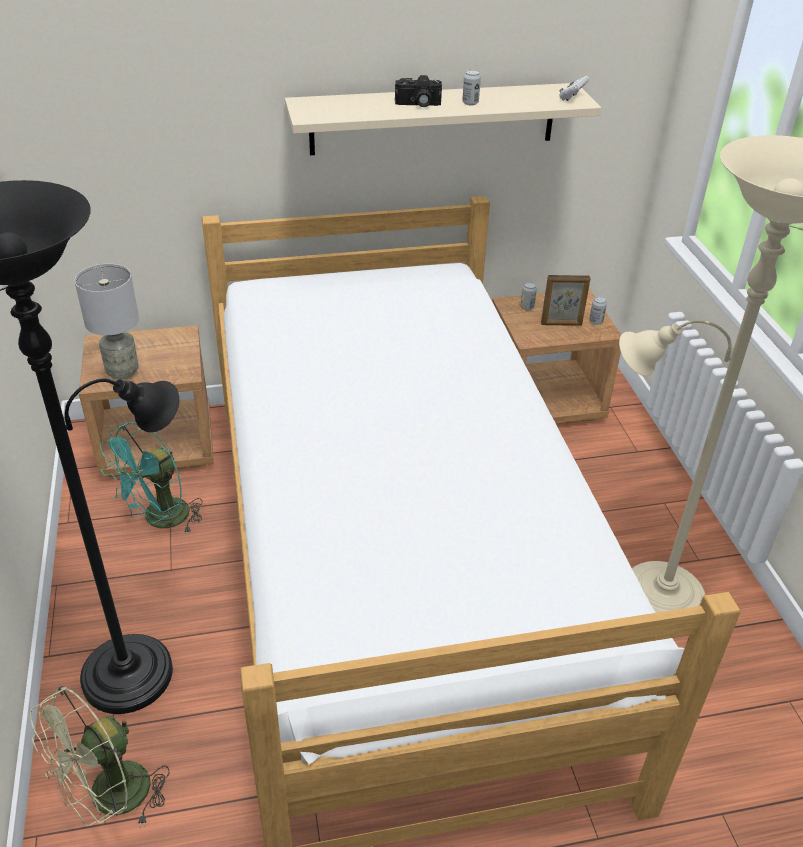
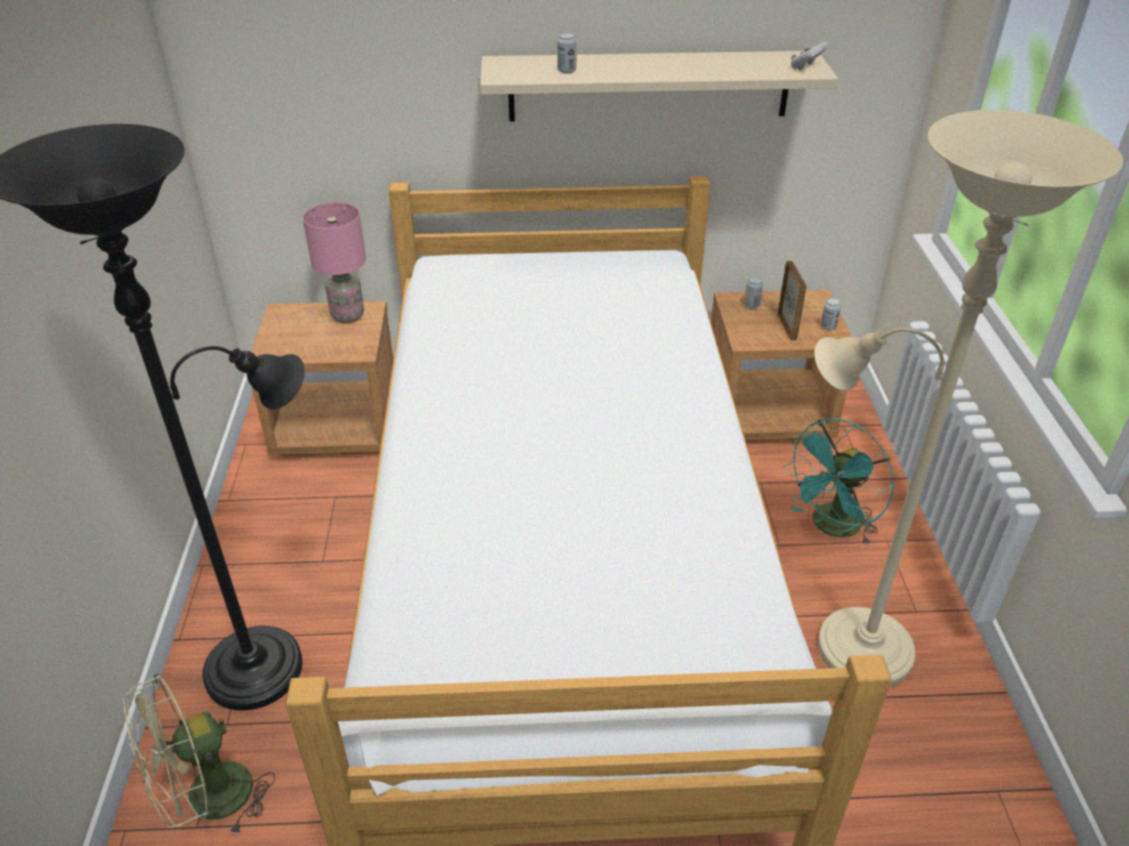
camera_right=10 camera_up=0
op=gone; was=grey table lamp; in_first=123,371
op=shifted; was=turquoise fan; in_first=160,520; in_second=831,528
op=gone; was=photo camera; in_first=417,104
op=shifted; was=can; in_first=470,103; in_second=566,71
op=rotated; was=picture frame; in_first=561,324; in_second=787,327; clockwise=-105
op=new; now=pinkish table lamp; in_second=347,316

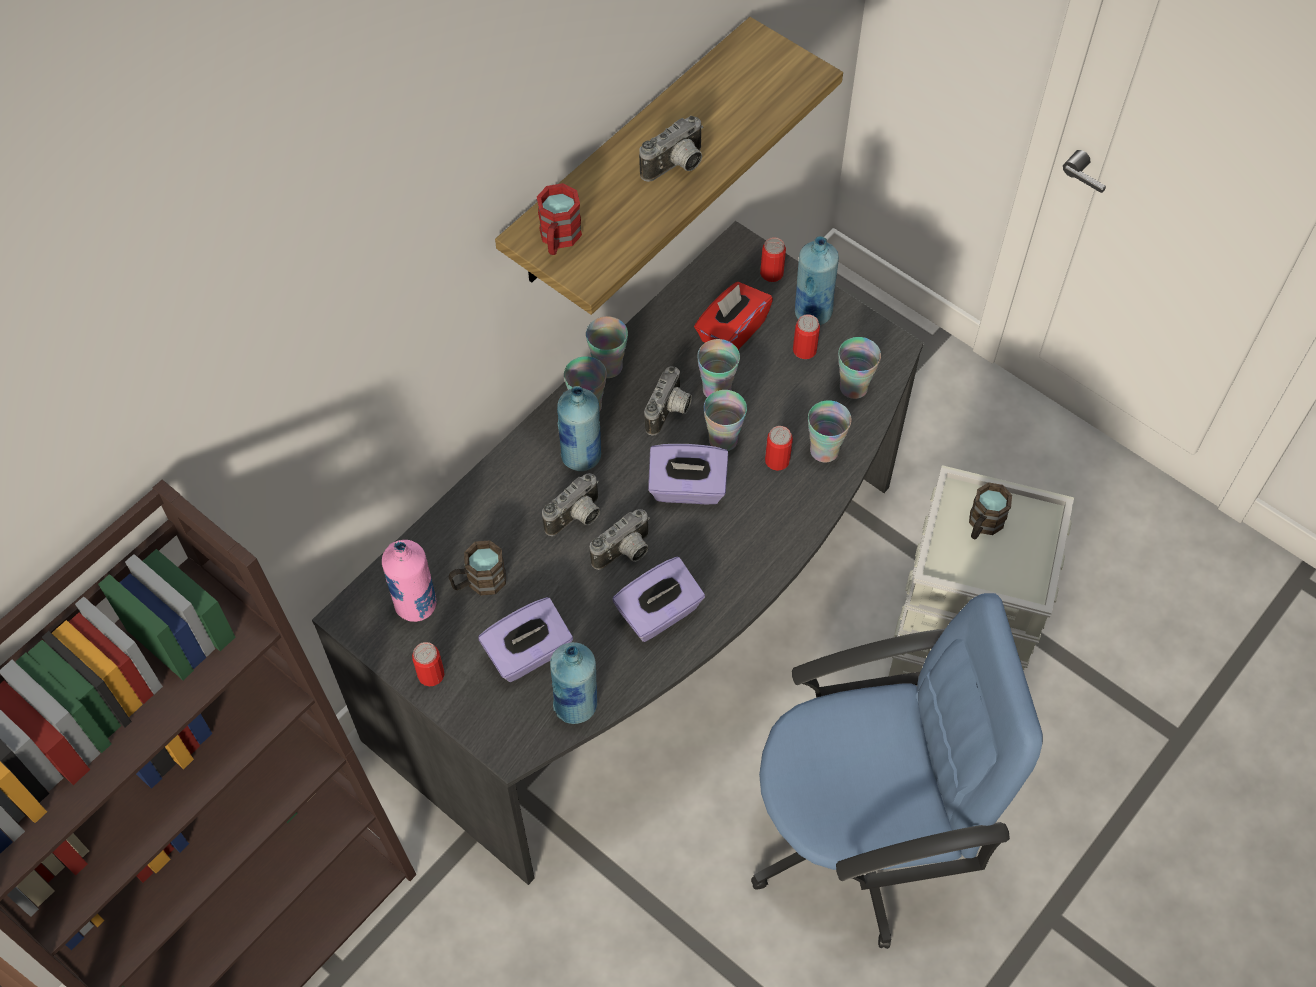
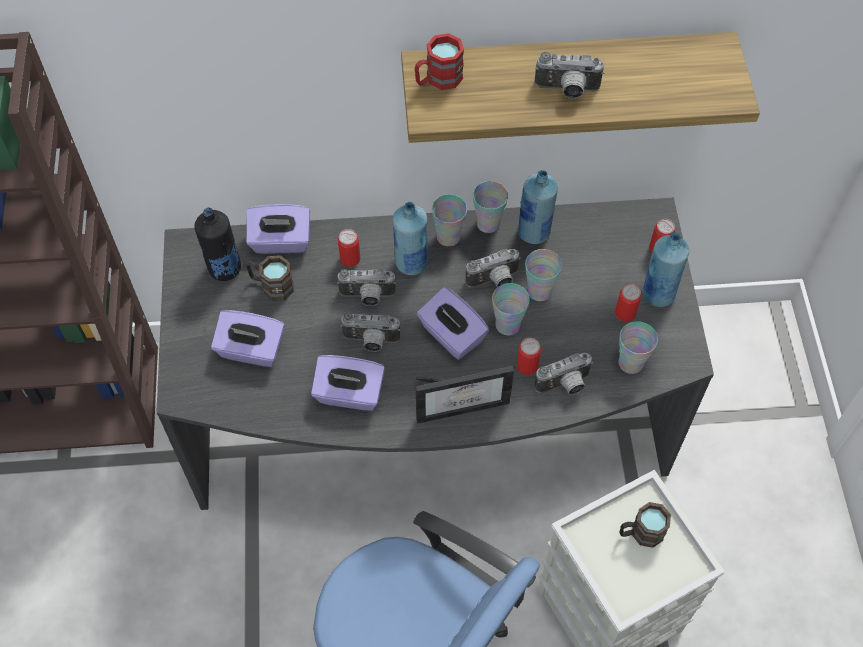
camera_right=45 camera_up=0
op=repainted; was=pinkish bottle; now=black bottle; in_first=416,605; in_second=224,269
op=shifted; was=can; in_first=431,674; in_second=350,259
op=shifted; was=blue-coloured bottle; in_first=576,705; in_second=534,233
op=gone; was=reddish box of tissues; in_first=731,331
op=swapped; was=cup; now=photo camera; in_first=824,450; in_second=564,386
op=new; now=purple-coloured box of tissues; in_second=281,242
op=new; now=picture frame; in_second=462,402

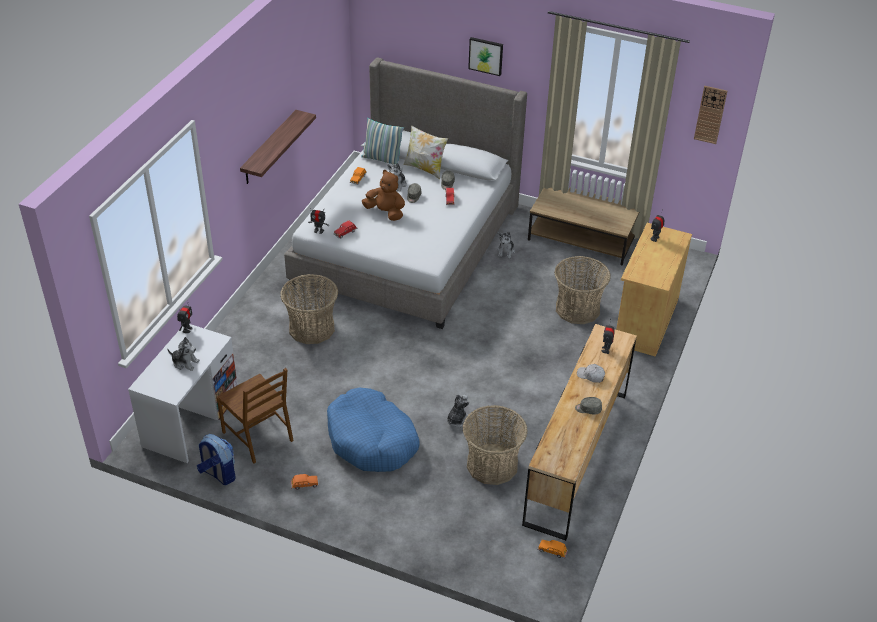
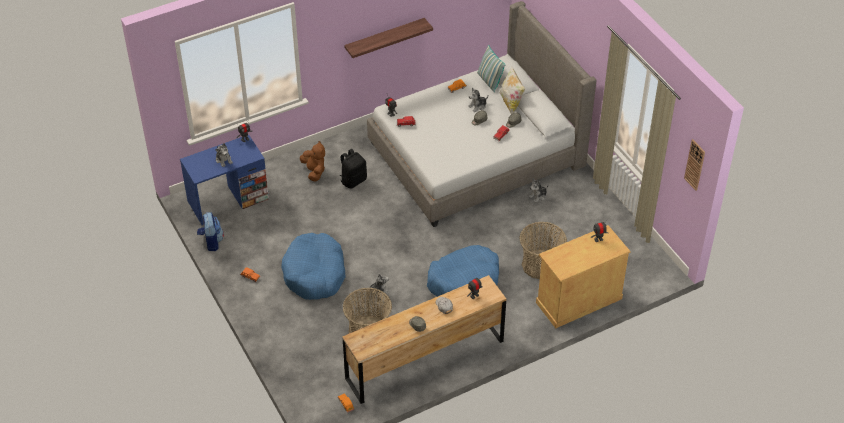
camera_right=40 camera_up=5
op=repainted; was=white-coloured desk table; now=blue-coloured desk table; in_first=191,420; in_second=228,200
op=gone; was=brownish chair; in_first=259,436
op=swapped; was=household basket; now=black backpack; in_first=311,328; in_second=353,180
op=shifted; was=brownish soft toy; in_first=385,212; in_second=314,171
op=gone; was=wall picture; in_first=486,55
op=gone; was=brownish low table; in_first=581,237
op=new; now=blue-coloured pet bed; in_second=464,280

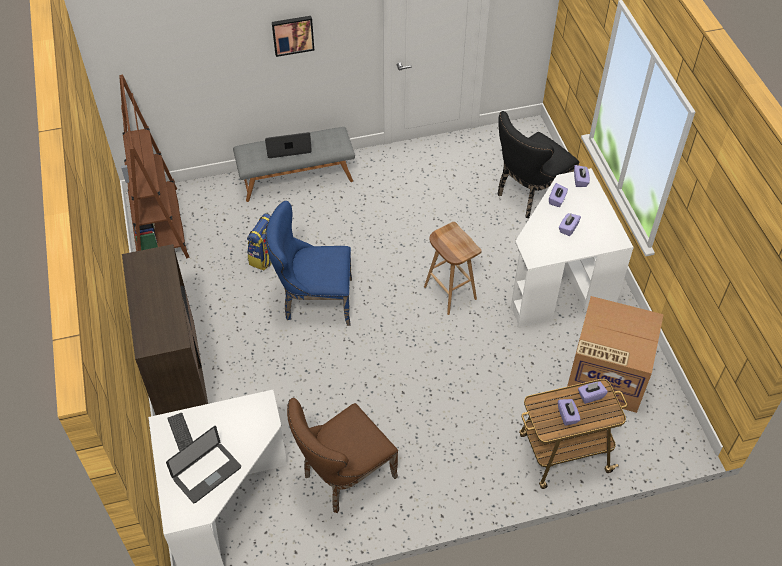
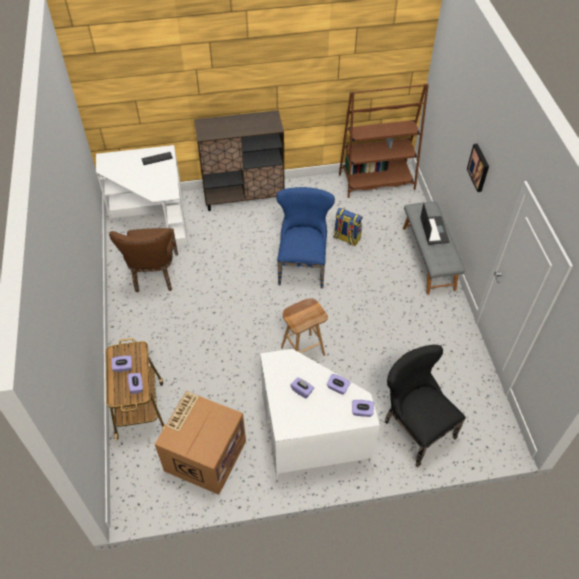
camera_right=95 camera_up=0
op=gone; was=portable computer; in_first=207,473
op=rotated; was=brownish chair; in_first=343,477; in_second=154,275; clockwise=-150

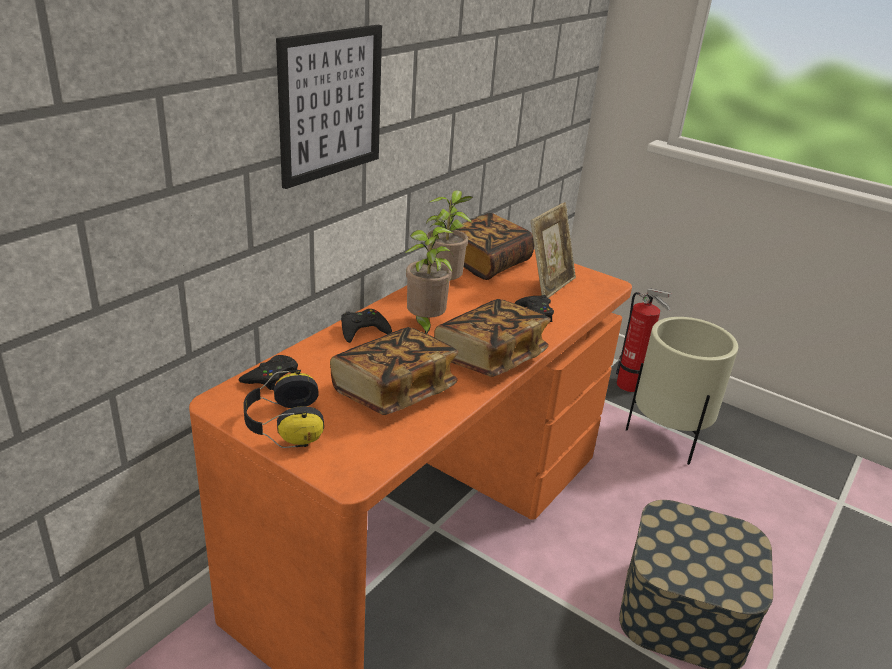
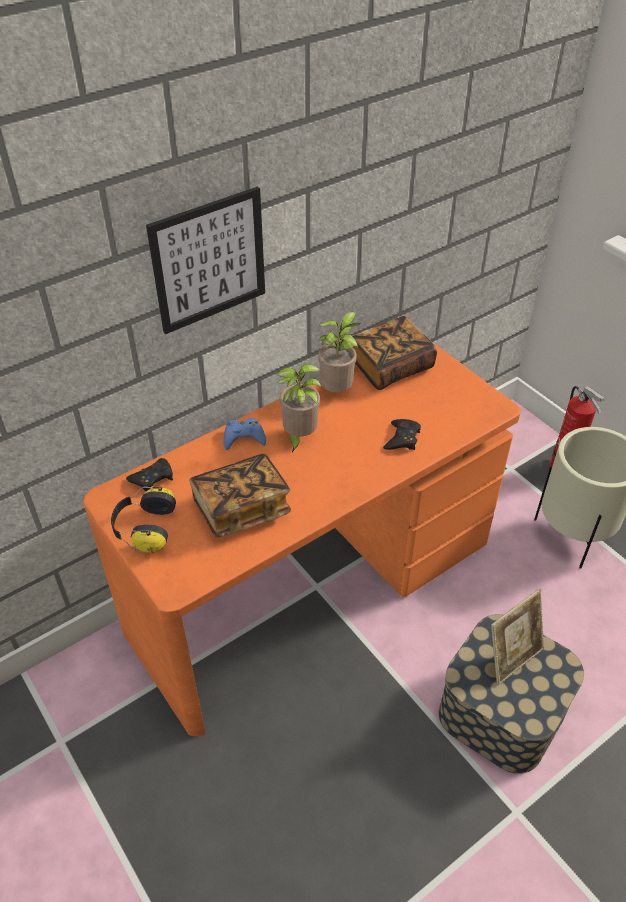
camera_right=20 camera_up=15
op=repainted; was=black joypad; now=blue-coloured joypad; in_first=363,330; in_second=244,437
op=gone; was=volume; in_first=490,357
op=shifted; was=picture frame; in_first=549,285; in_second=512,657

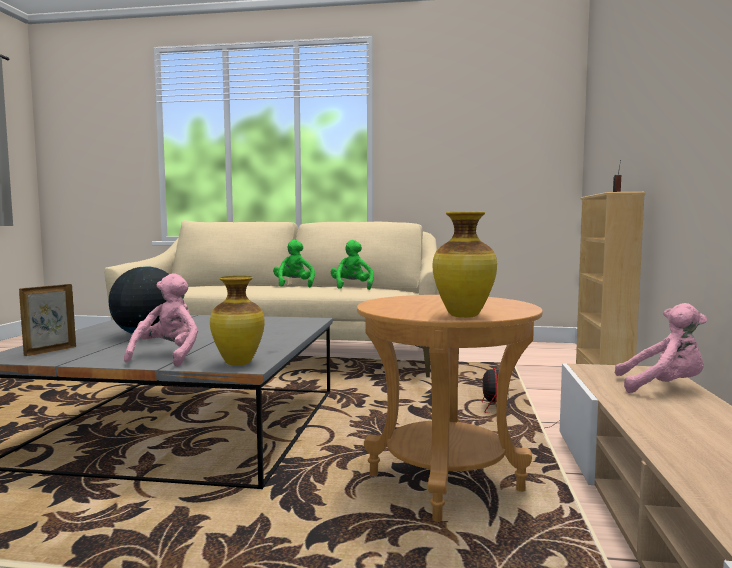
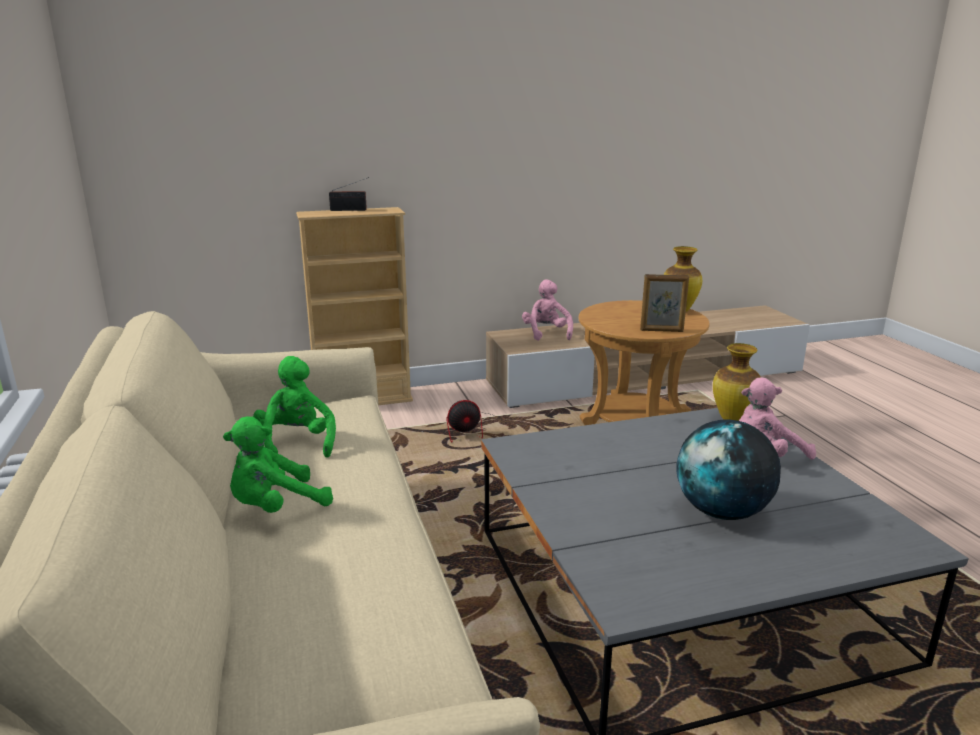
camera_right=-115 camera_up=15
op=shifted; was=picture frame; in_first=50,351; in_second=662,330
op=rotated; was=green-coloured soft toy; in_first=352,287; in_second=297,443; clockwise=105

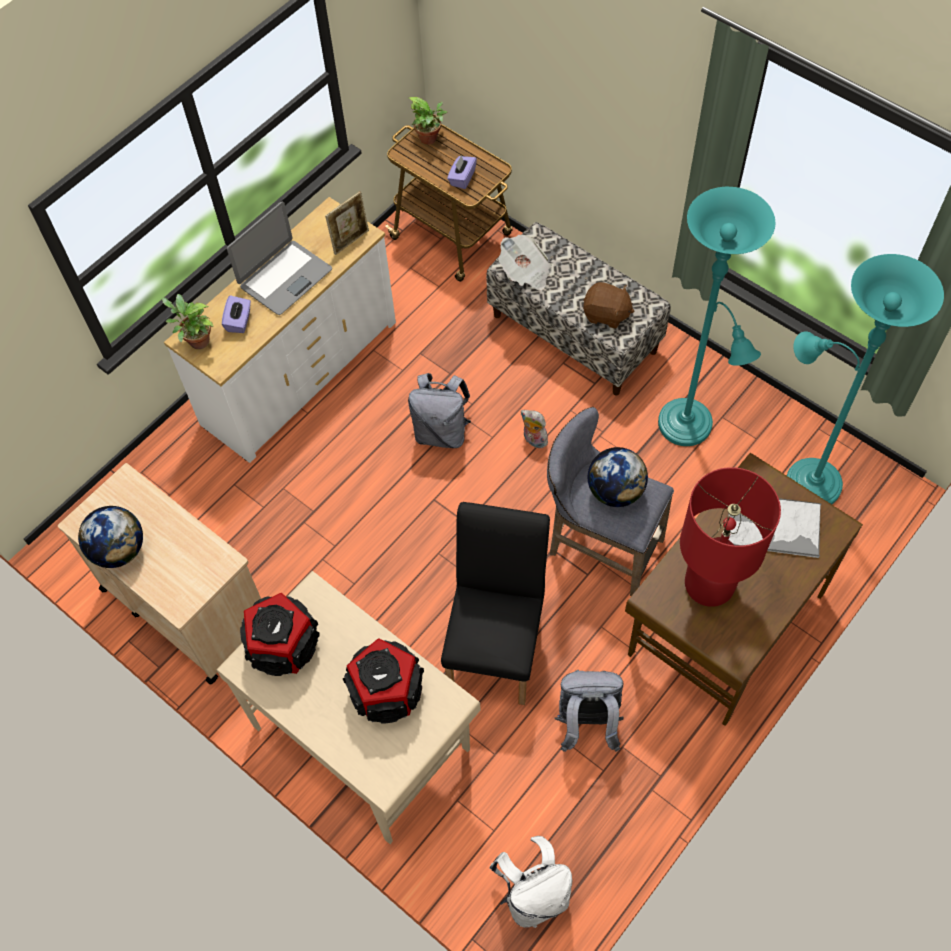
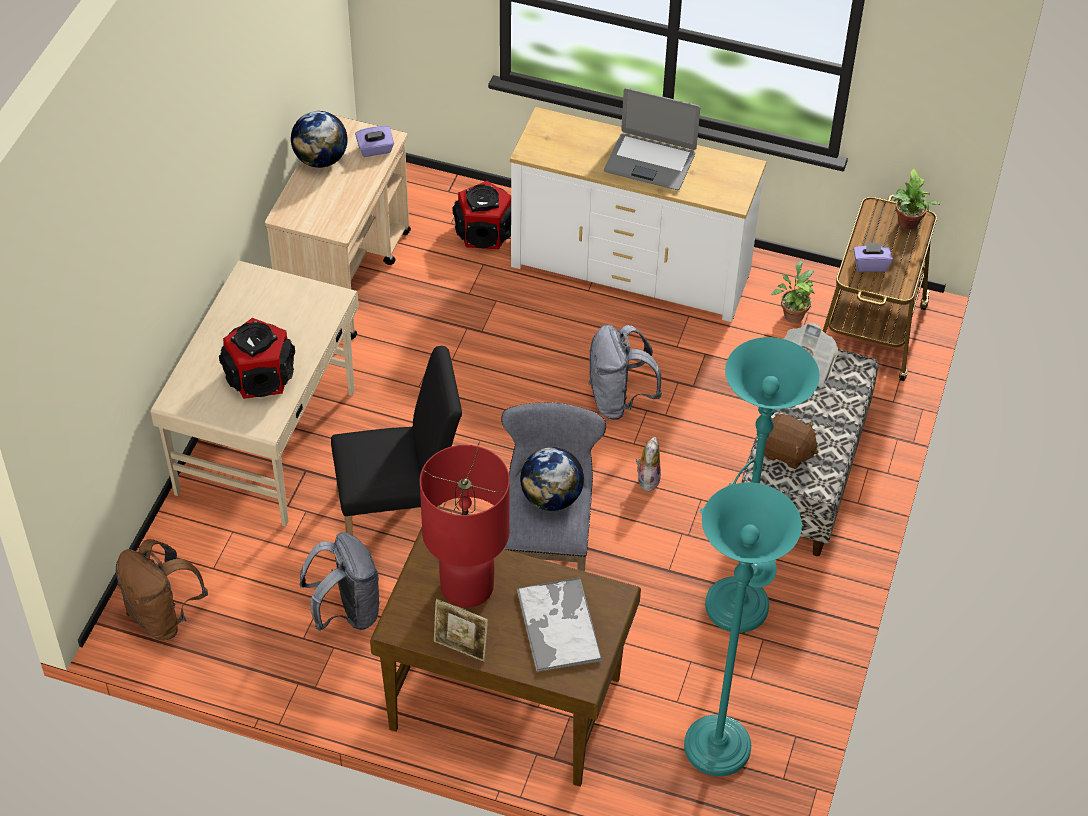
camera_right=65 camera_up=-10
op=shifted; was=potted plant; in_first=196,341; in_second=792,314
op=shifted; was=purple-coloured box of tissues; in_first=239,321; in_second=375,150
op=shifted; was=speaker; in_first=284,645; in_second=485,233
op=shifted; was=picture frame; in_first=350,241; in_second=461,649
op=repainted; was=white-coloured backpack; now=brownish backpack; in_first=534,894; in_second=163,616
op=rotated; was=brownish soft toy; in_first=606,314; in_second=787,452; clockwise=-60

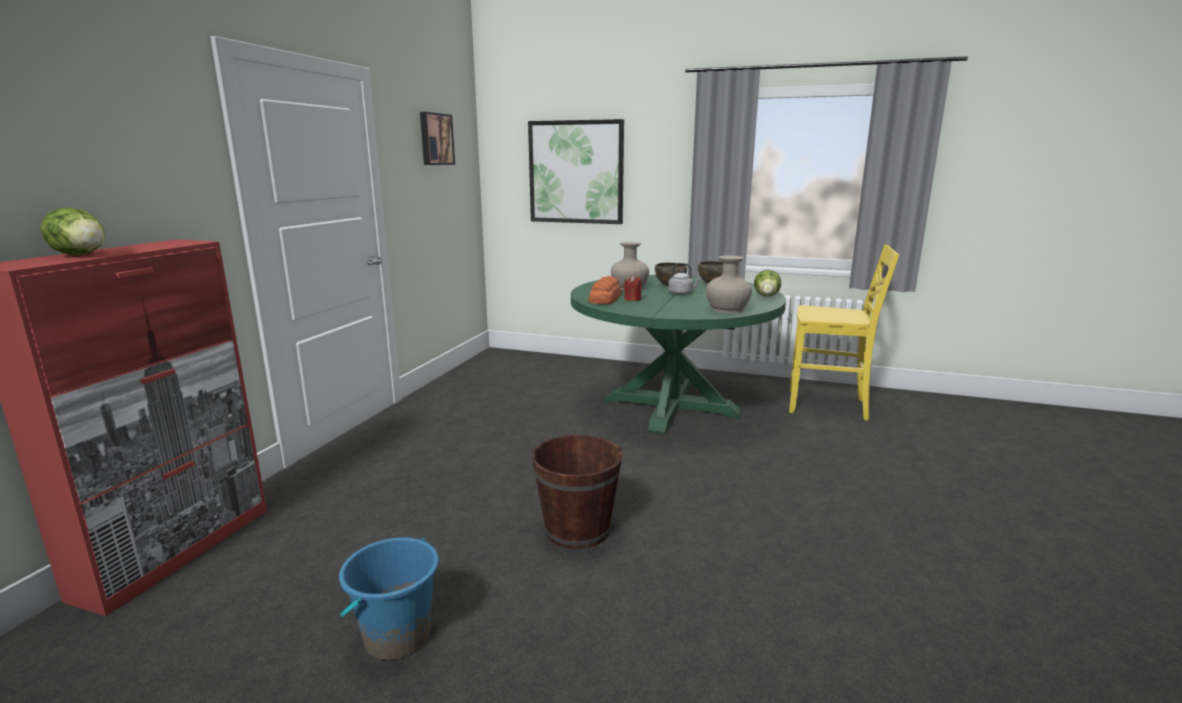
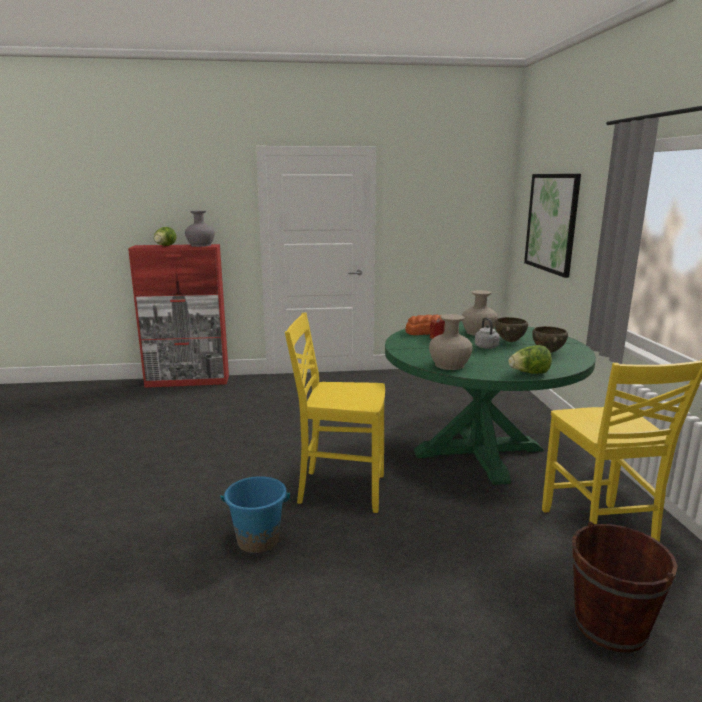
camera_right=65 camera_up=0
op=shifted; was=blue-coloured pail; in_first=397,636; in_second=258,540
op=gone; was=wall picture; in_first=435,139
op=shifted; was=brownish pail; in_first=577,530; in_second=610,626
op=new; now=grey decorative vase; in_second=200,245
op=new; now=yellowish chair; in_second=340,489

